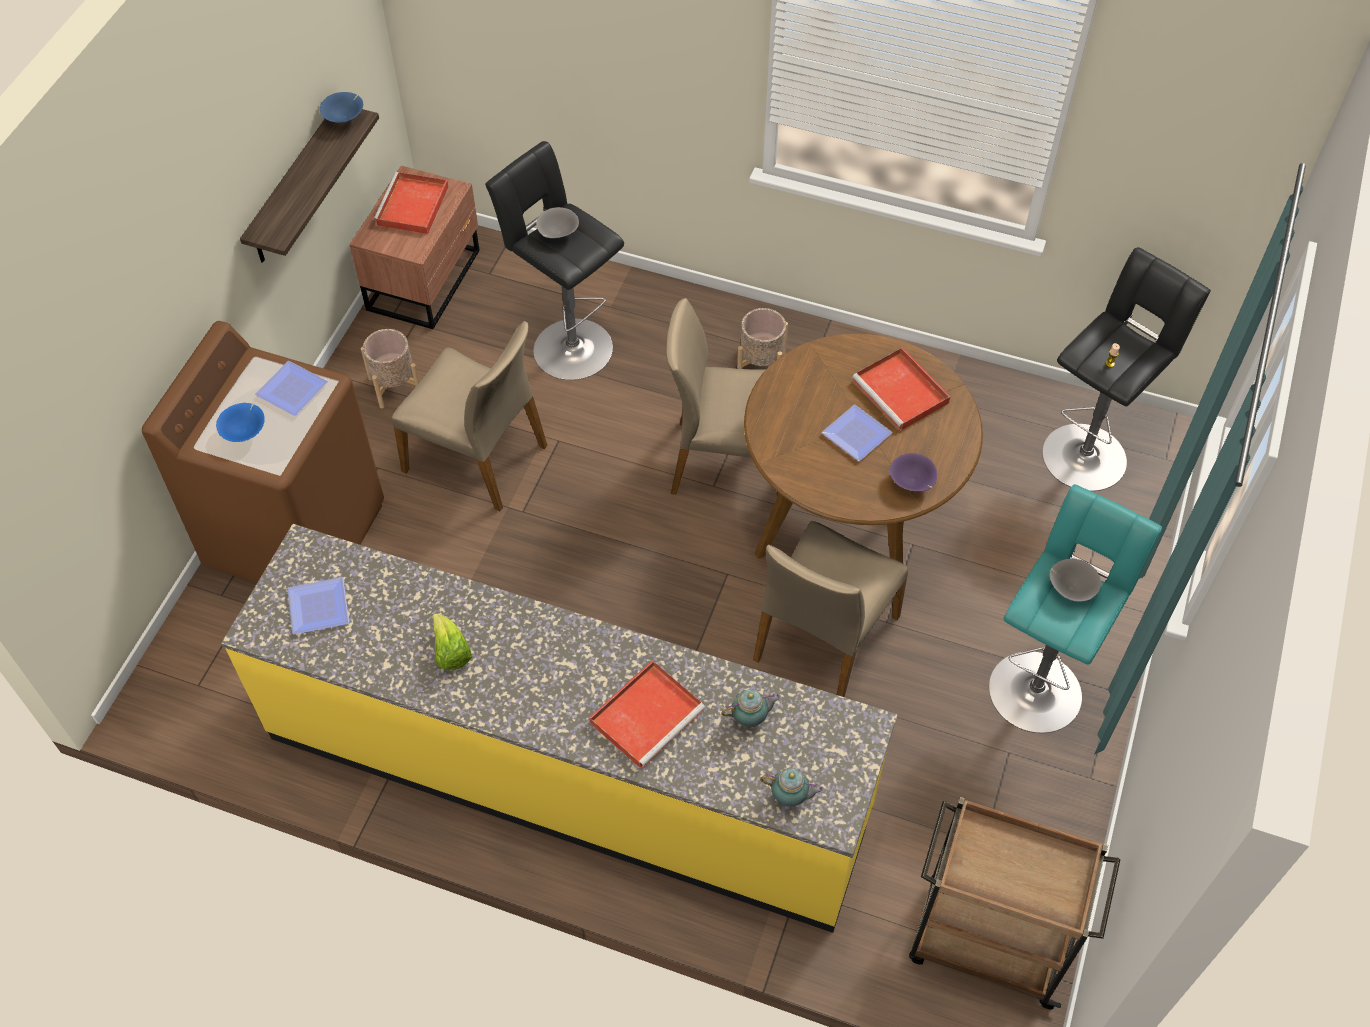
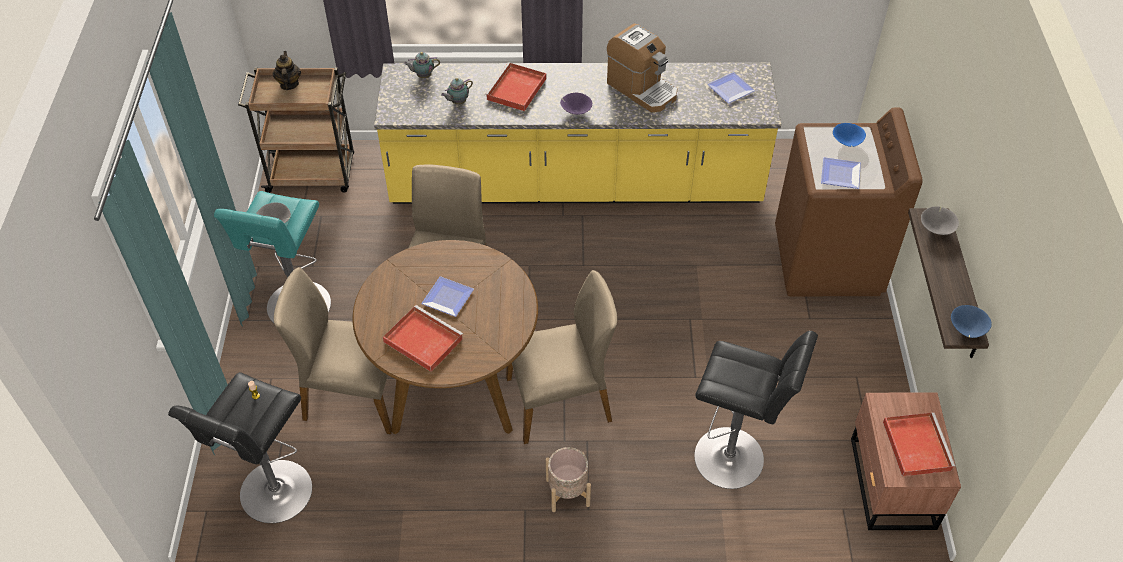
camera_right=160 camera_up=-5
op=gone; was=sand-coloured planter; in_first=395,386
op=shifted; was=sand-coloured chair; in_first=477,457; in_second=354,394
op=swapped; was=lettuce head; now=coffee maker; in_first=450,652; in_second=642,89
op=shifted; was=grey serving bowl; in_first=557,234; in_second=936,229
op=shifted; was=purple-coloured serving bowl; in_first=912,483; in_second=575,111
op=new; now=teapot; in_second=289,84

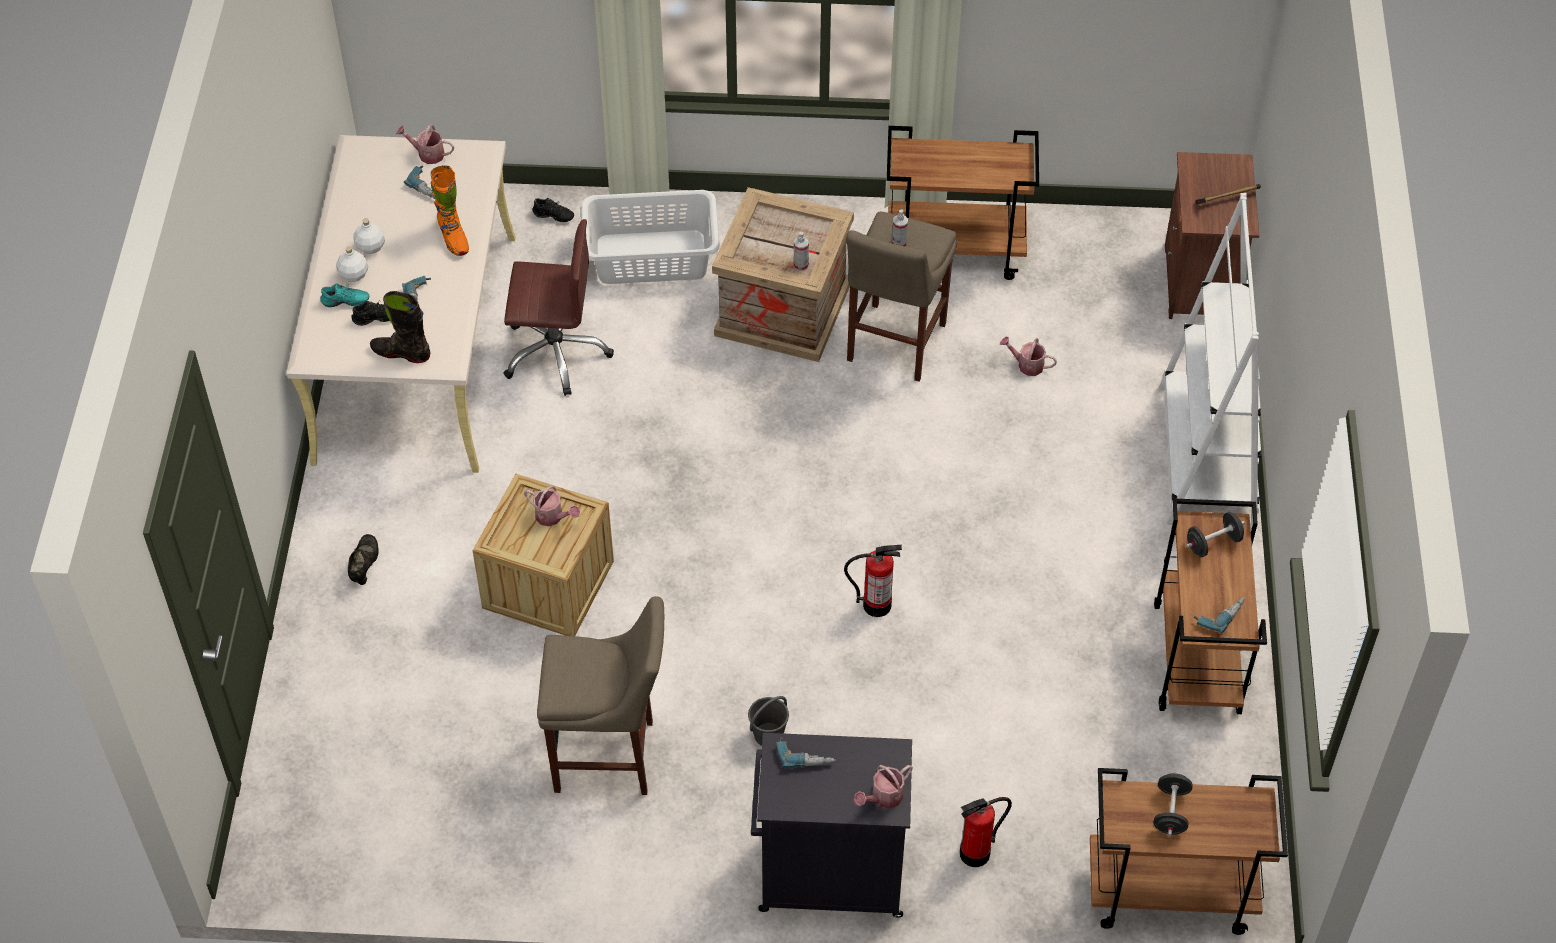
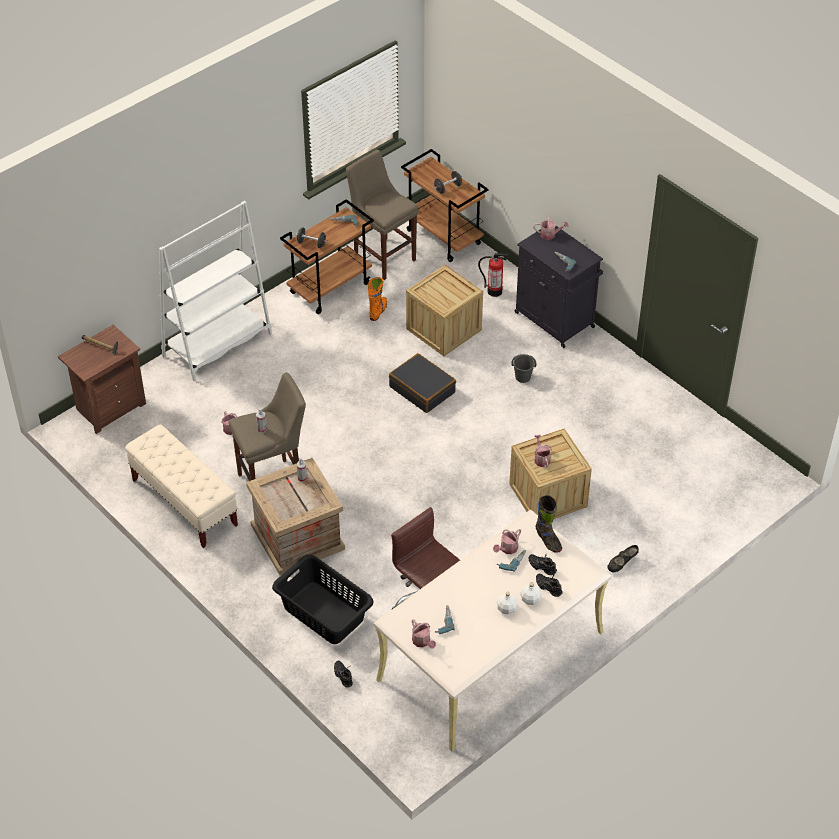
camera_right=-135 camera_up=-5
op=repainted; was=turquoise item of footwear; now=black item of footwear; in_first=345,303; in_second=549,587
op=shifted; was=orange-coloured boot; in_first=453,238; in_second=378,311
op=shifted; was=sand-coloured stool seat; in_first=610,757; in_second=383,257
op=repainted; was=white-coloured washing basket; now=black washing basket; in_first=650,257; in_second=323,613
op=swapped; was=fire extinguisher; now=black suitcase; in_first=876,605; in_second=422,389
op=swapped; was=brownish cart; now=sand-coloured bench; in_first=956,250; in_second=184,503
op=new; now=crate; in_second=444,329
op=new; now=sprinkling can; in_second=507,549

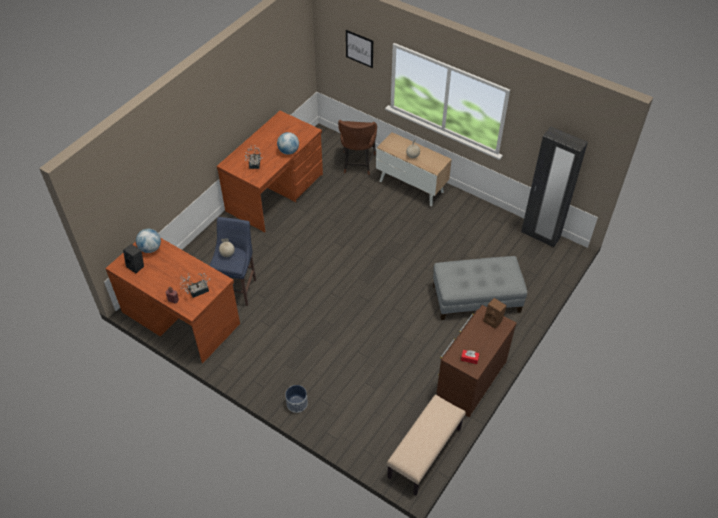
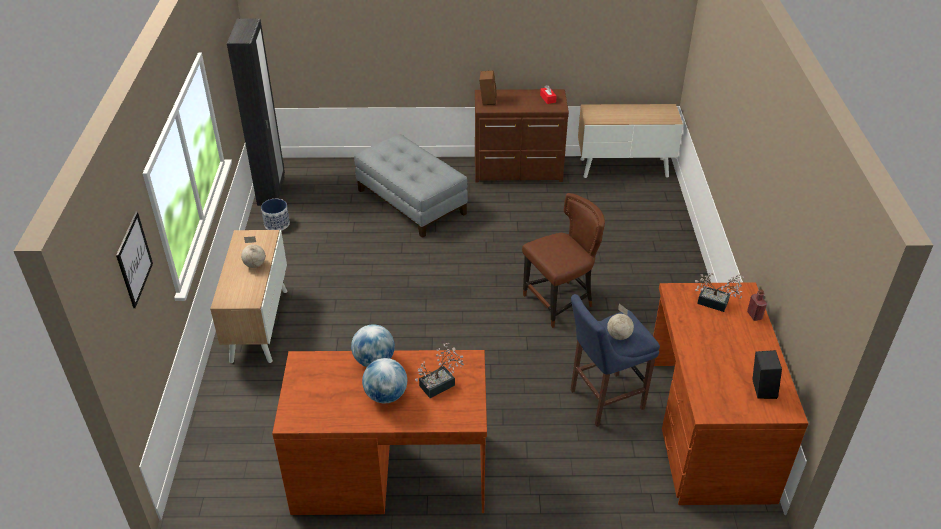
camera_right=-125 camera_up=-10
op=shifted; was=globe; in_first=150,248; in_second=386,395
op=shifted; was=planter; in_first=297,403; in_second=277,224
op=shifted; was=brownish chair; in_first=357,163; in_second=560,302
op=swapped; was=sand-coloured bench; now=cabinet; in_first=425,453; in_second=624,167

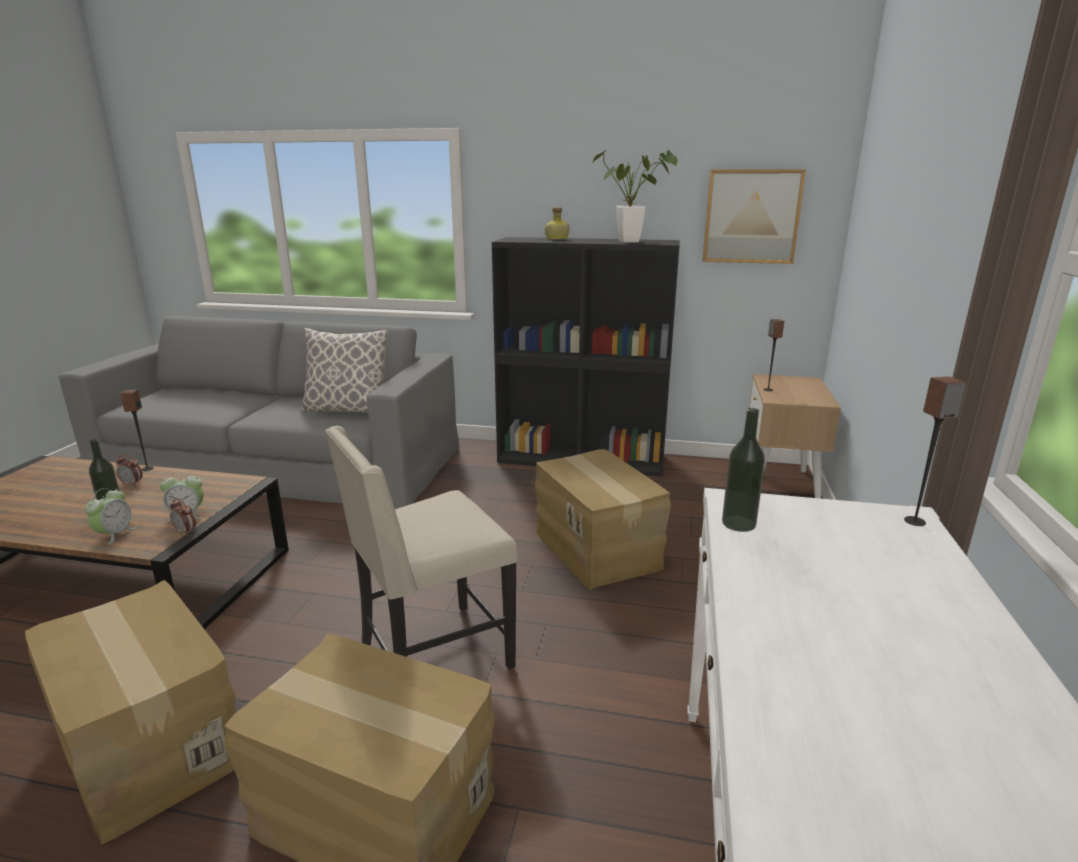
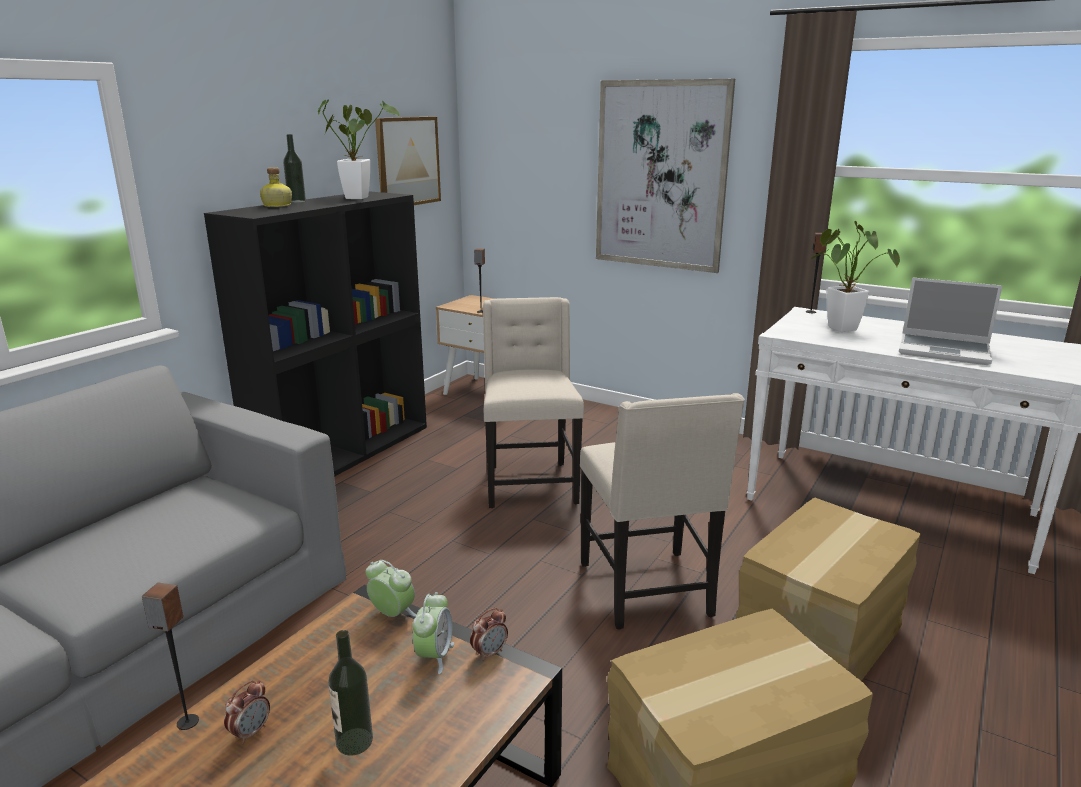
camera_right=-70 camera_up=0
op=shifted; was=bedside clock; in_first=114,534; in_second=392,614
op=gone; was=pillow; in_first=346,410
op=swapped; was=carton; now=sand-coloured chair; in_first=598,549; in_second=530,483
op=shifted; was=bottle; in_first=738,523; in_second=296,201
op=new; now=wall picture; in_second=661,176
op=new; now=potted plant; in_second=838,327
op=new; now=portable computer; in_second=945,351

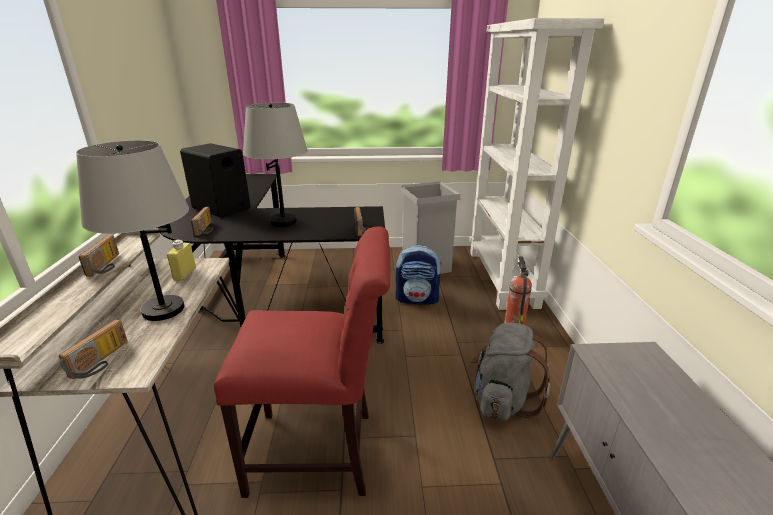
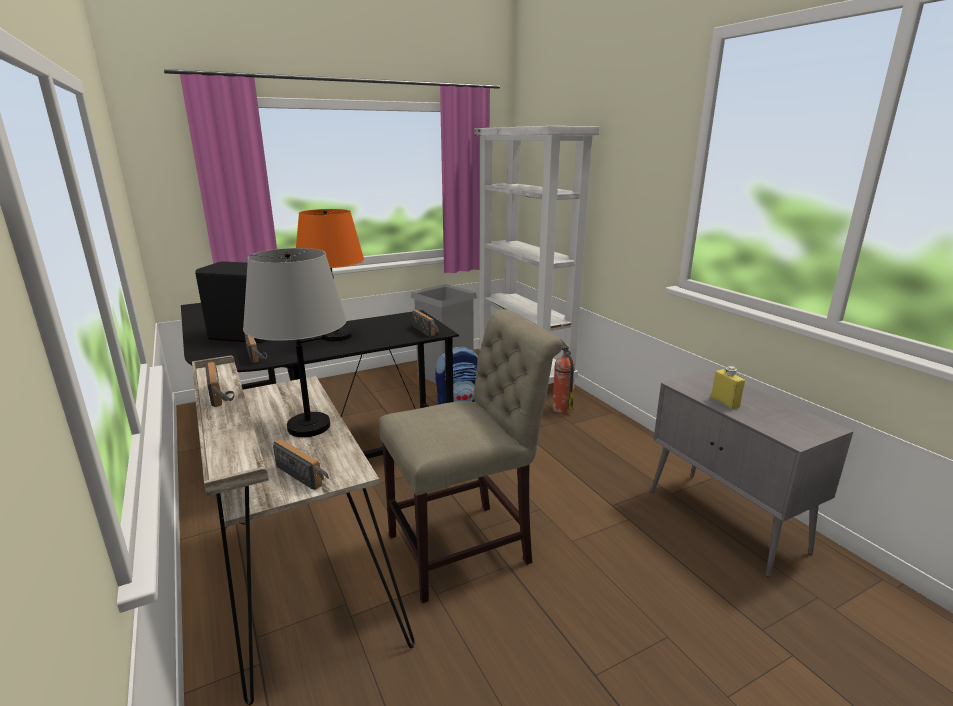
camera_right=-25 camera_up=-5
op=rotated; was=radio; in_first=102,361; in_second=305,474; clockwise=-45
op=shifted; was=yellowish bottle; in_first=184,274; in_second=725,402
op=repainted; was=reddish chair; now=sand-coloured chair; in_first=320,452; in_second=467,547
op=repainted; was=grey table lamp; now=orange-coloured table lamp; in_first=283,221; in_second=336,336
op=gone; was=grey backpack; in_first=502,399

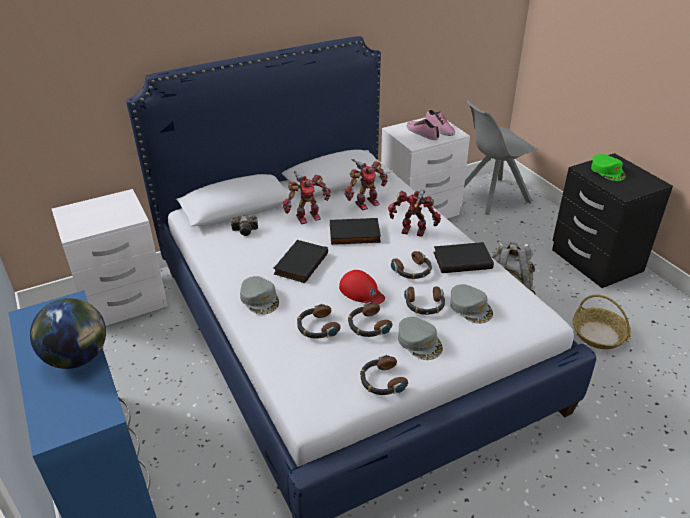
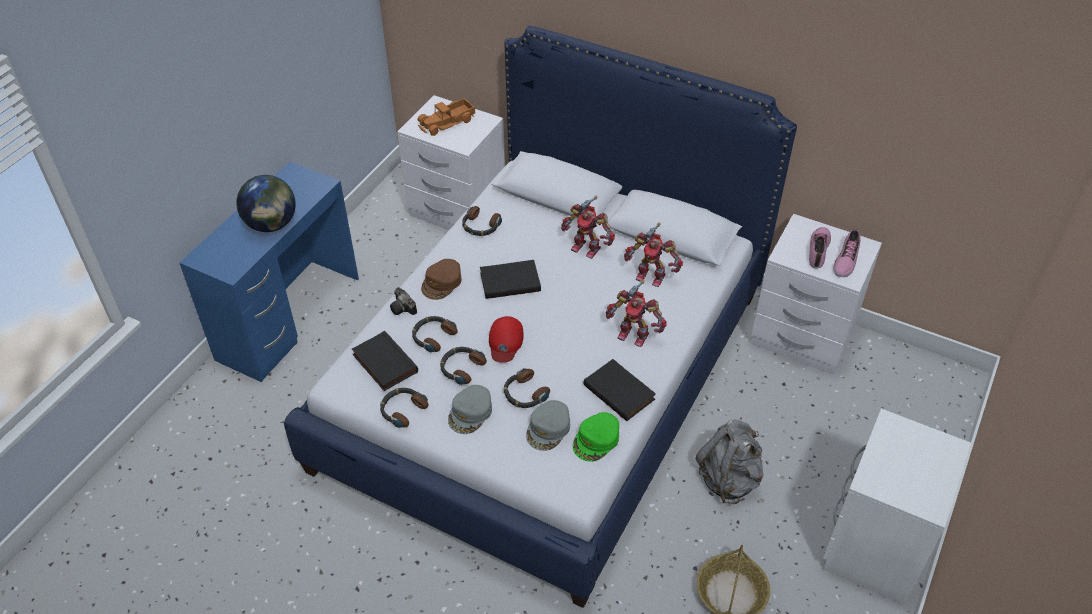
camera_right=55 camera_up=10
op=shifted; was=photo camera; in_first=246,230; in_second=404,309
op=repainted; was=grey cap; now=brownish cap; in_first=260,299; in_second=442,282
op=shifted; was=black volume; in_first=354,235; in_second=383,364
op=rotated; was=toy robot; in_first=413,232; in_second=634,334; clockwise=135
op=shifted; was=pair of headphones; in_first=412,270; in_second=480,226
op=gone; was=grey chair; in_first=491,196
op=repainted; was=black bedside table; now=white-coloured bedside table; in_first=595,261; in_second=874,545
op=shifted; was=green-coloured cap; in_first=607,171; in_second=596,440
op=new; now=toy truck; in_second=447,123

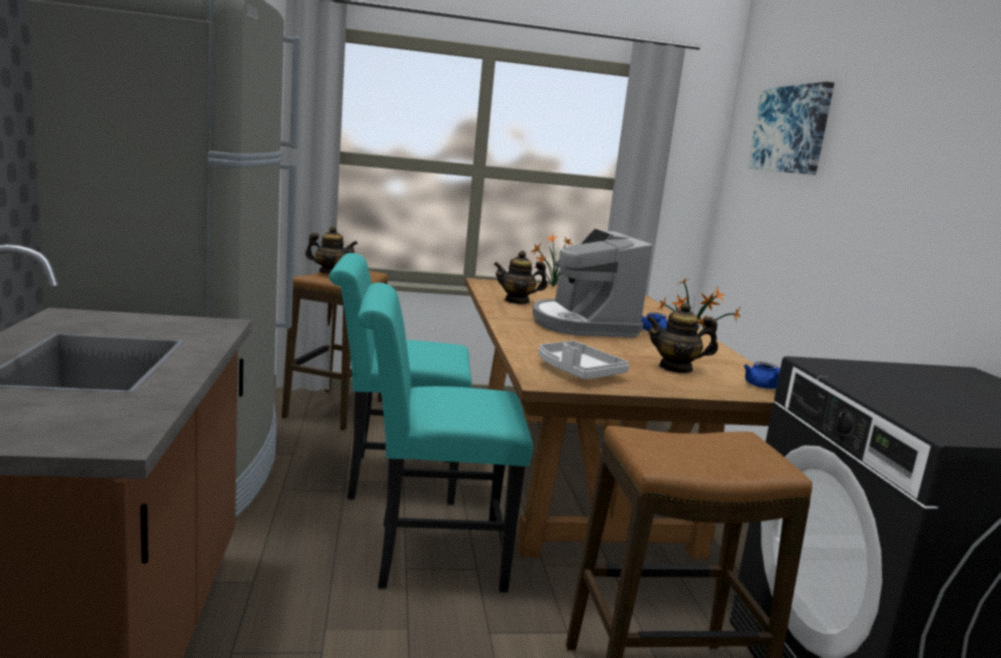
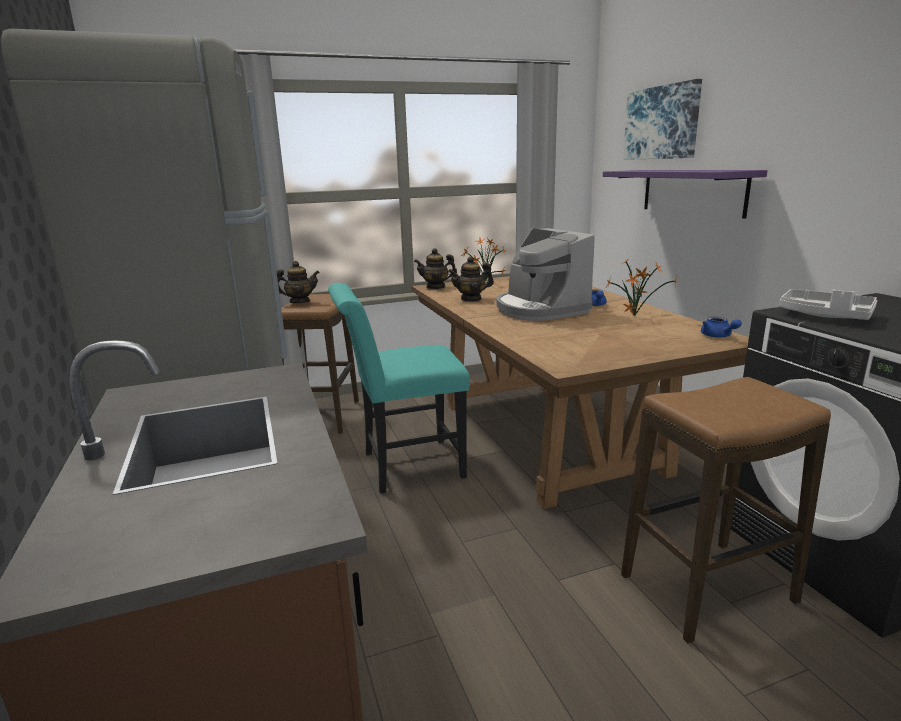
camera_right=-10 camera_up=5
op=gone; was=turquoise chair; in_first=428,555
op=shifted; was=grey carrying tray; in_first=577,372; in_second=825,316
op=shifted; was=teapot; in_first=676,368; in_second=436,287
op=new; now=purple-coloured wall shelf; in_second=692,191

